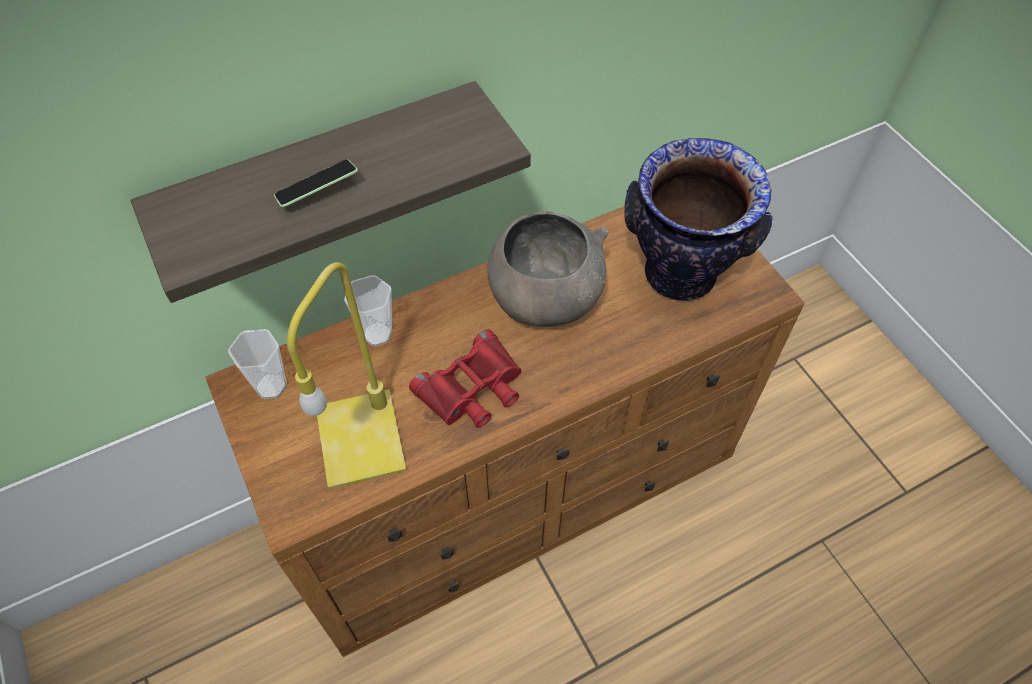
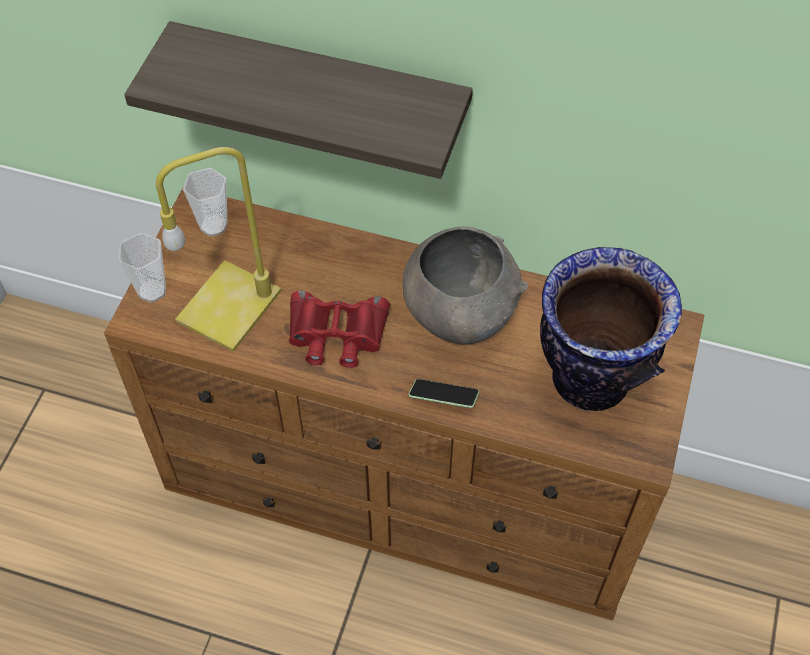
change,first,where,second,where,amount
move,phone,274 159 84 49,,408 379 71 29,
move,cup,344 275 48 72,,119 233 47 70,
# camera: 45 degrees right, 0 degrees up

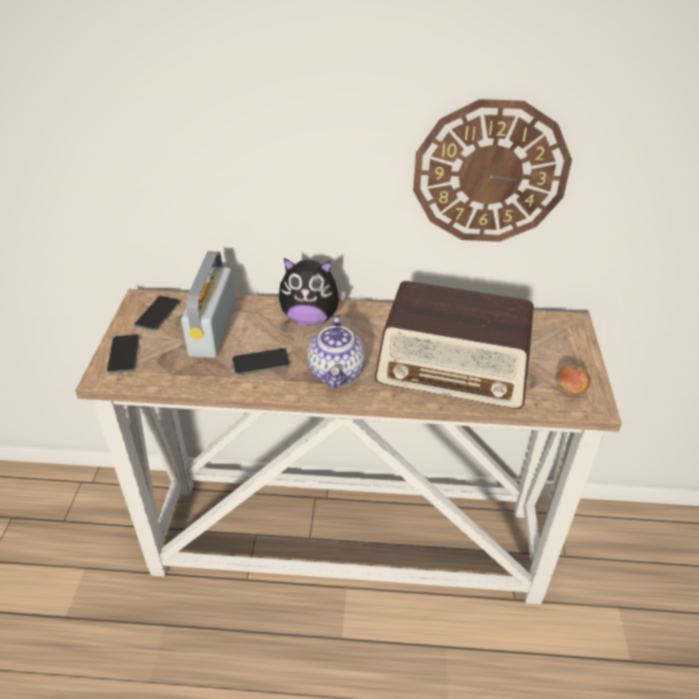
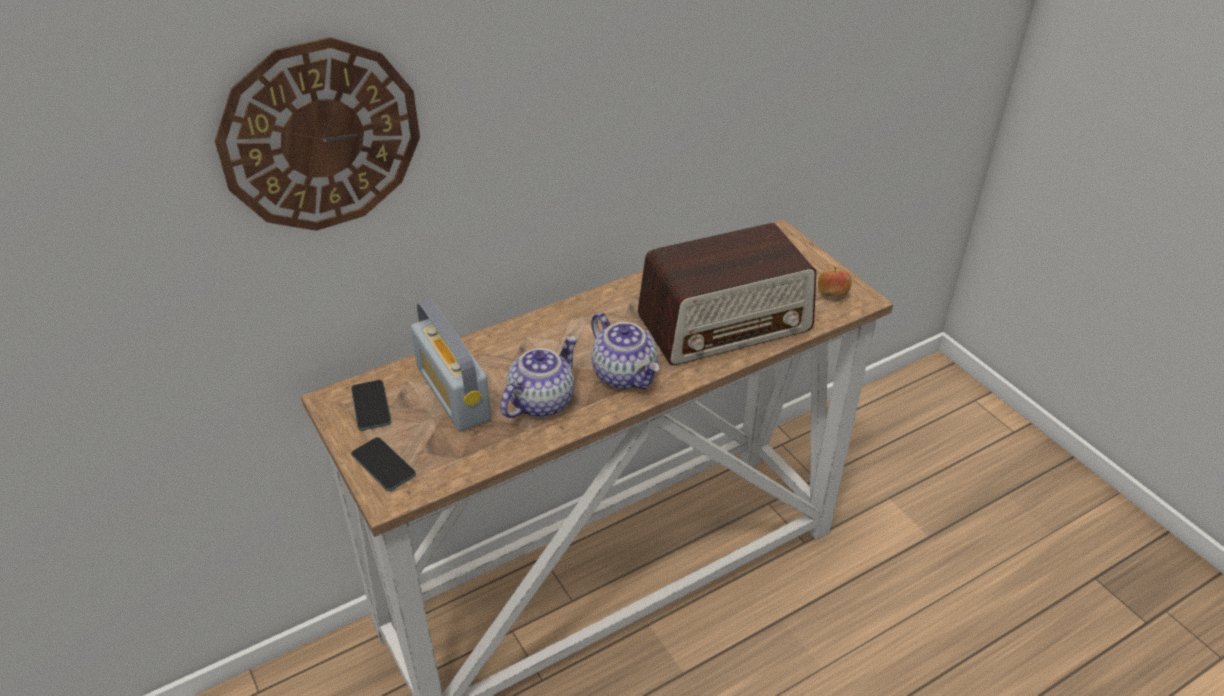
change,first,where,second,where,amount
move,wall clock,413 99 159 143,,215 37 205 194,
delete,plush toy,279 258 67 68,,,
replace,phone,232 348 58 27,teapot,500 336 77 82,
# camera: 35 degrees left, 0 degrees up

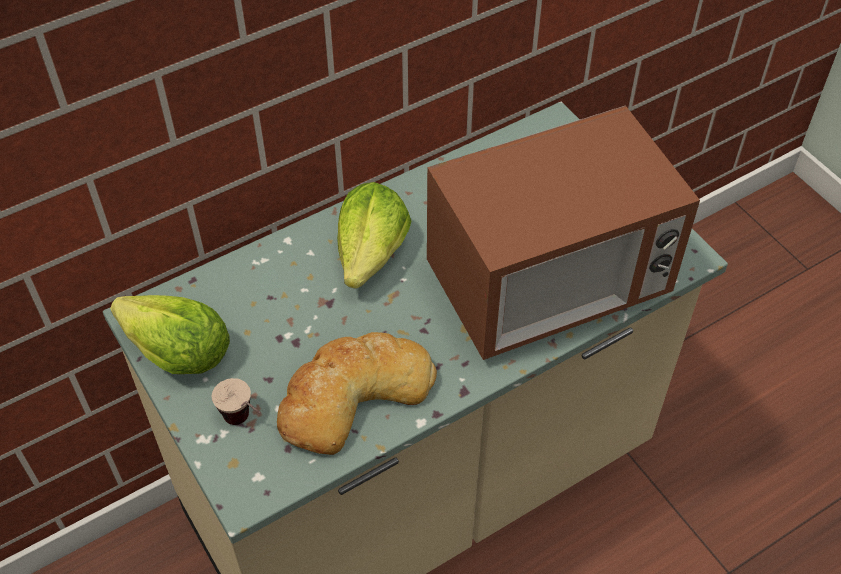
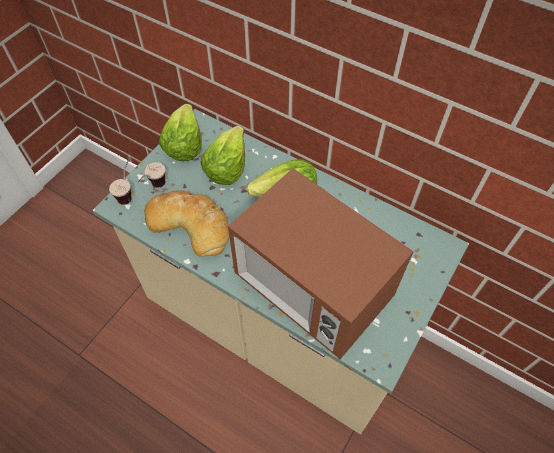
change,first,where,second,where,amount
insert,,,lettuce,200 126 45 59,
insert,,,cup,109 158 23 47,
# camera: 65 degrees right, 5 degrees up

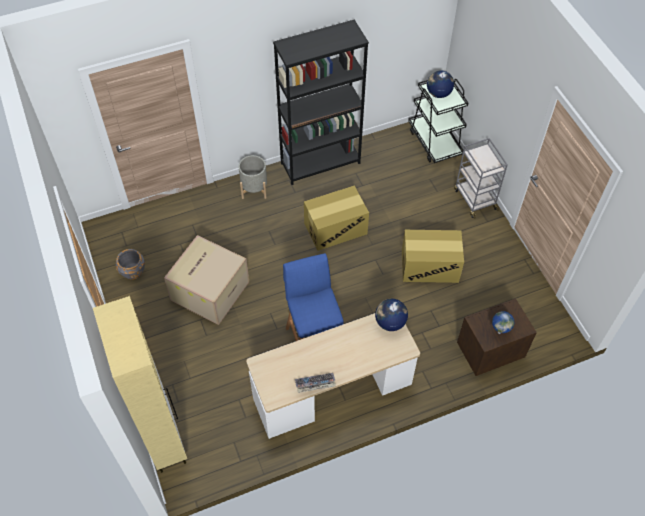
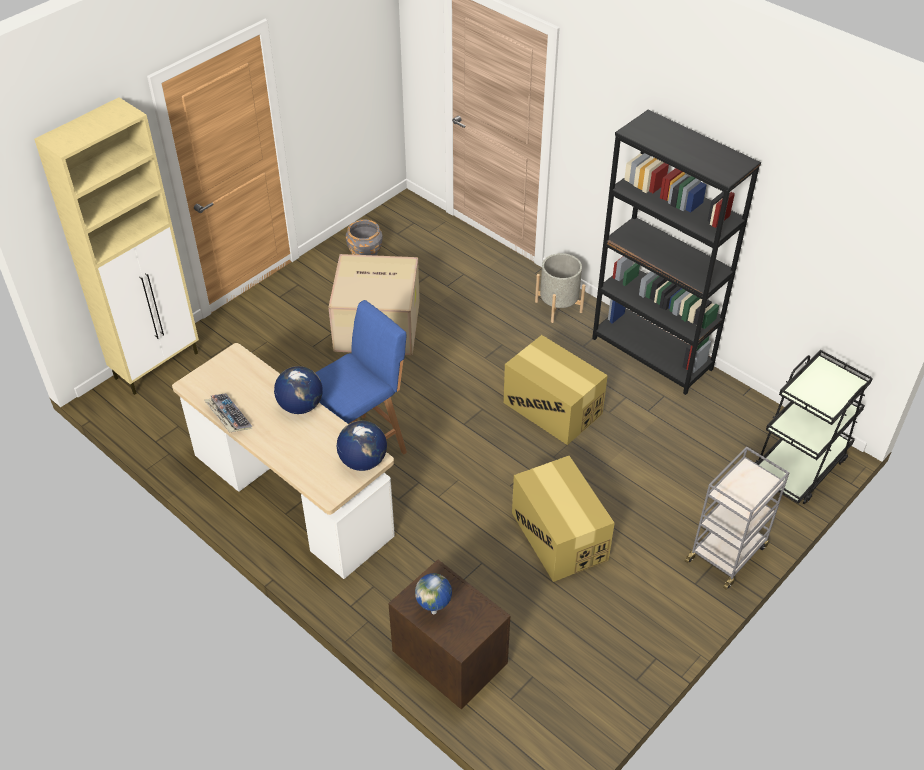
change,first,where,second,where,amount
move,globe,427 70 27 28,,274 366 49 48,
# camera: 65 degrees right, 10 degrees down

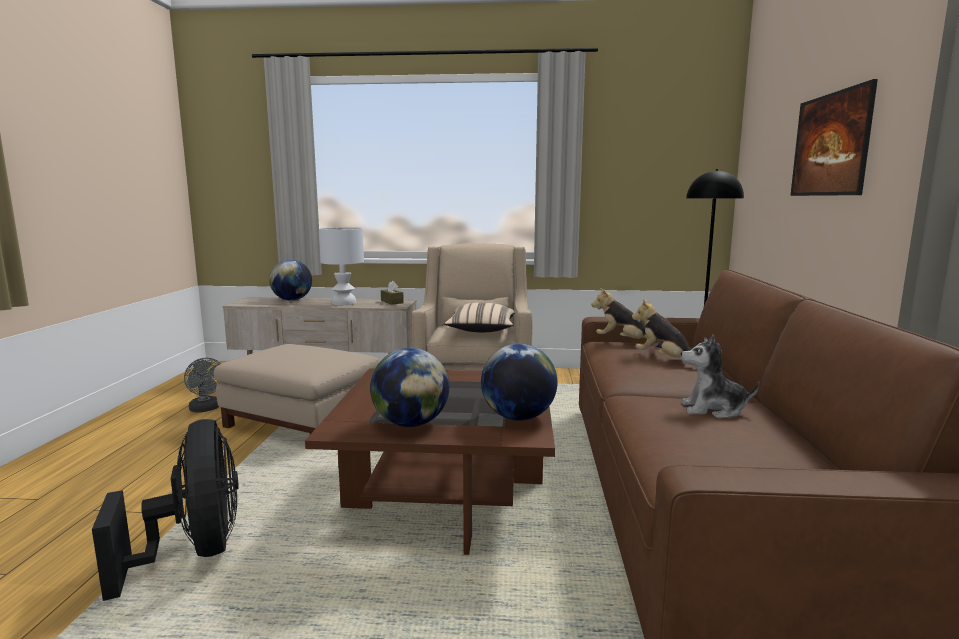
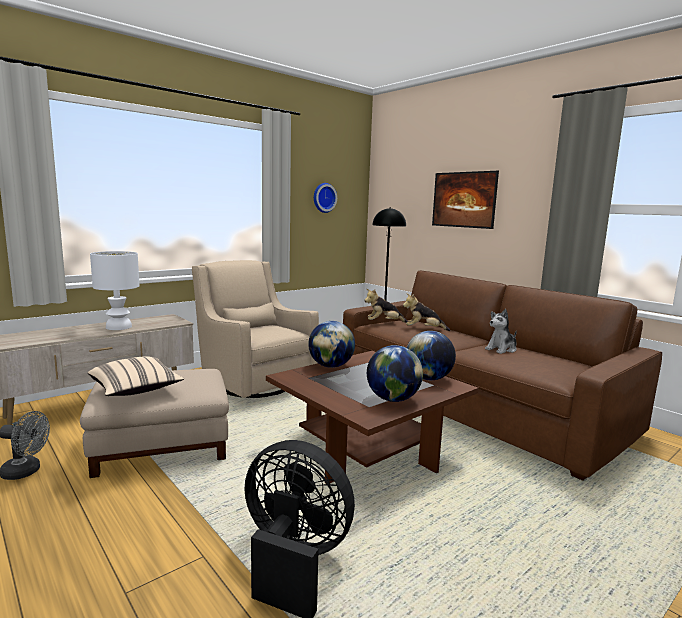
change,first,where,second,where,amount
move,globe,269 260 43 41,,308 321 47 47,
delete,brown tissue box,381 281 23 24,,,
move,beige pillow,444 303 71 29,,88 357 96 39,
insert,,,wall clock,314 183 23 30,
# camera: 45 degrees left, 0 degrees up

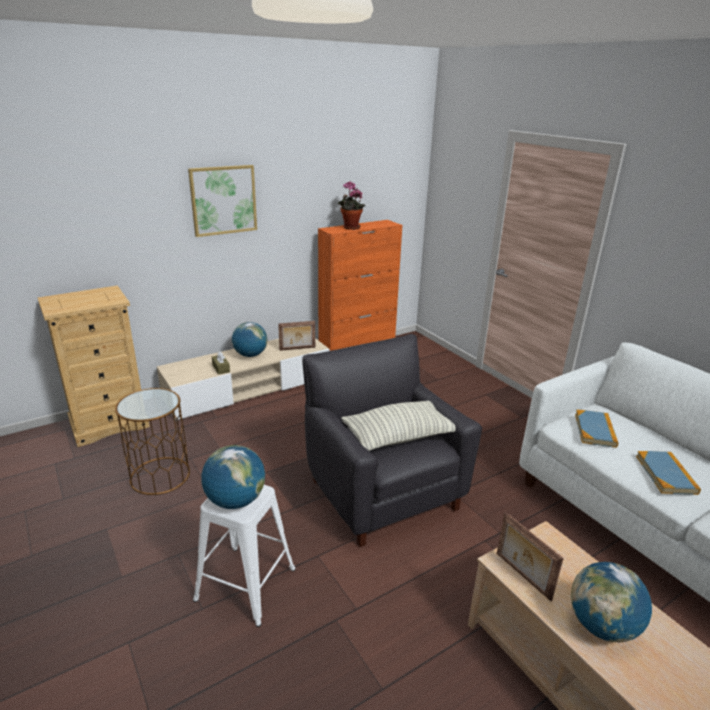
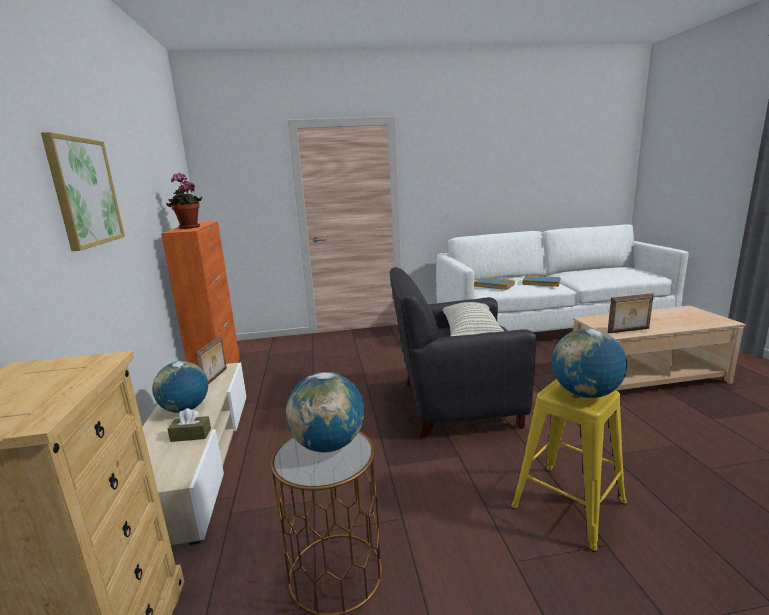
change,first,where,second,where,amount
recolor,white stool,193 485 103 142,yellow stool,511 379 116 173,
move,globe,571 562 81 80,,286 372 78 80,
# camera: 65 degrees left, 10 degrees down

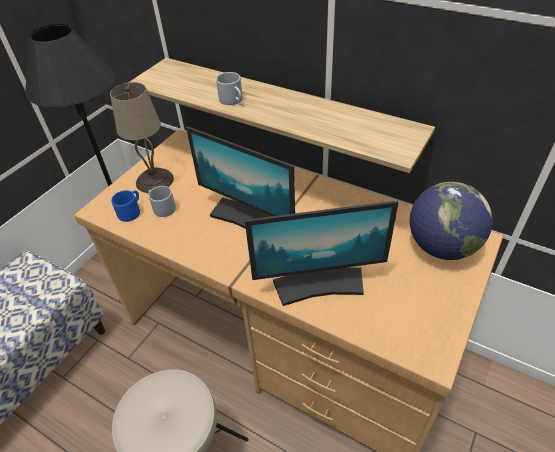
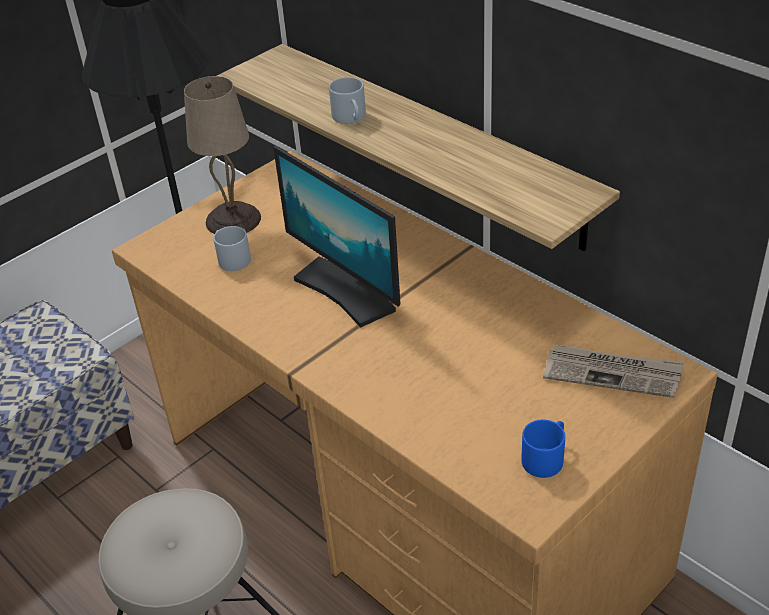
change,first,where,second,where,amount
replace,globe,410 182 83 78,newspaper,543 344 141 54,
move,blue mug,111 190 29 32,,521 420 44 58,
delete,monitor,245 201 154 105,,,
# camera: 15 degrees right, 5 degrees down

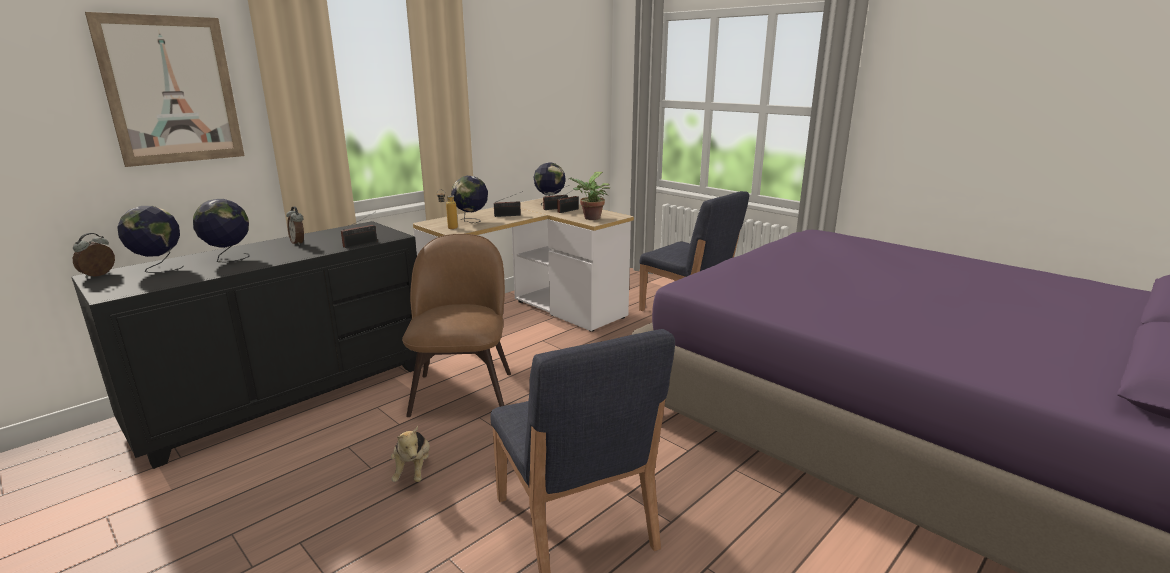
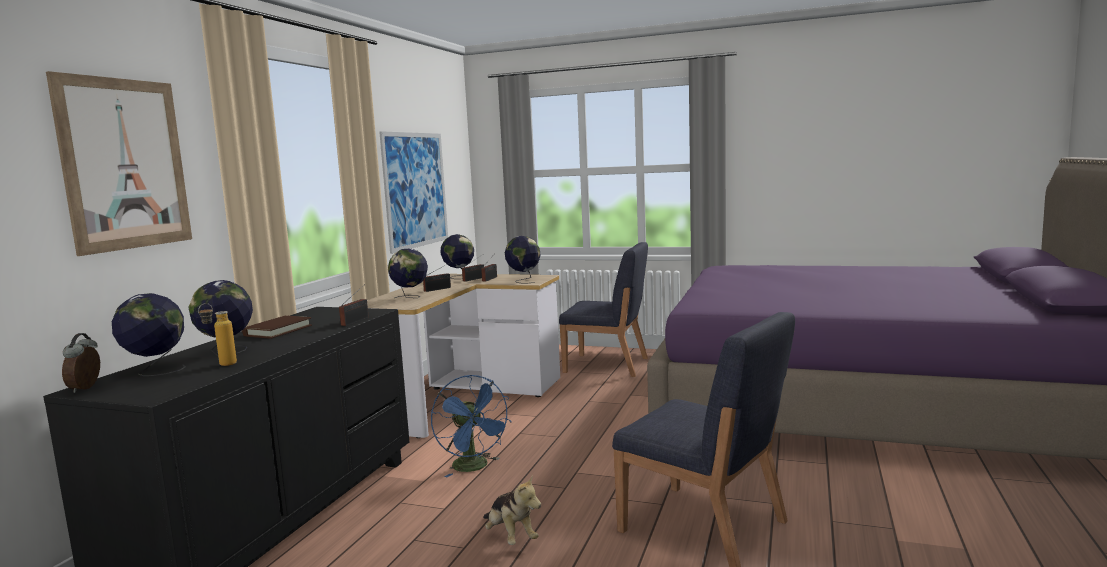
change,first,where,second,where,amount
replace,potted plant,569 172 41 48,globe,505 236 36 48,
move,bottle,437 190 21 39,,198 303 39 63,
replace,alarm clock,286 206 18 39,brown book,242 316 70 23,
replace,brown chair,402 234 109 183,blue fan,431 375 81 102,
insert,,,picture,379 131 69 123,
# camera: 25 degrees left, 10 degrees down

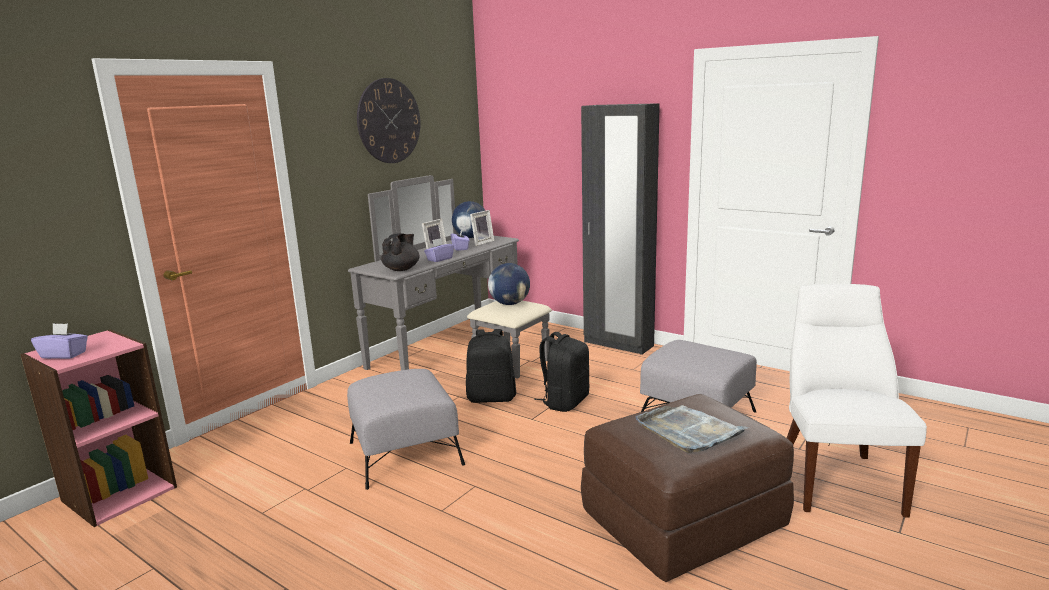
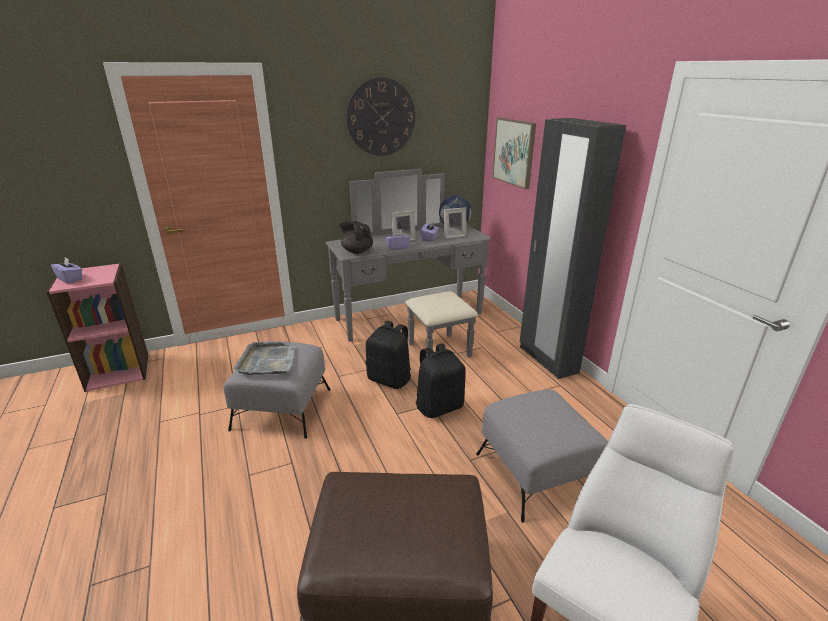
change,first,where,second,where,amount
rotate,black teapot,381 233 39 38,,339 220 34 34,105 degrees counterclockwise
delete,globe,488 263 42 42,,,
move,grey tray,636 405 112 48,,234 342 61 33,
insert,,,picture,492 118 44 72,
# camera: 30 degrees right, 10 degrees up

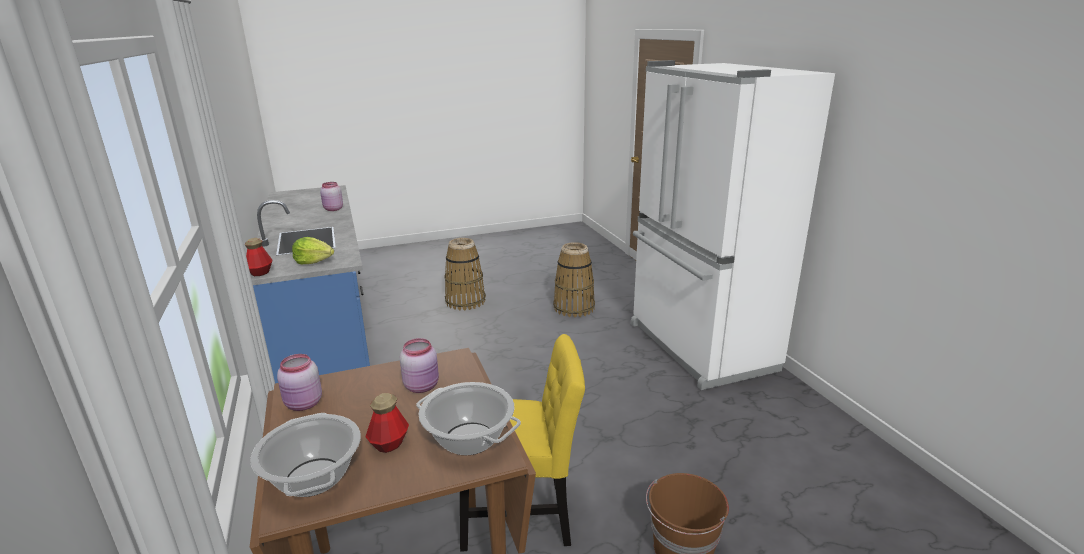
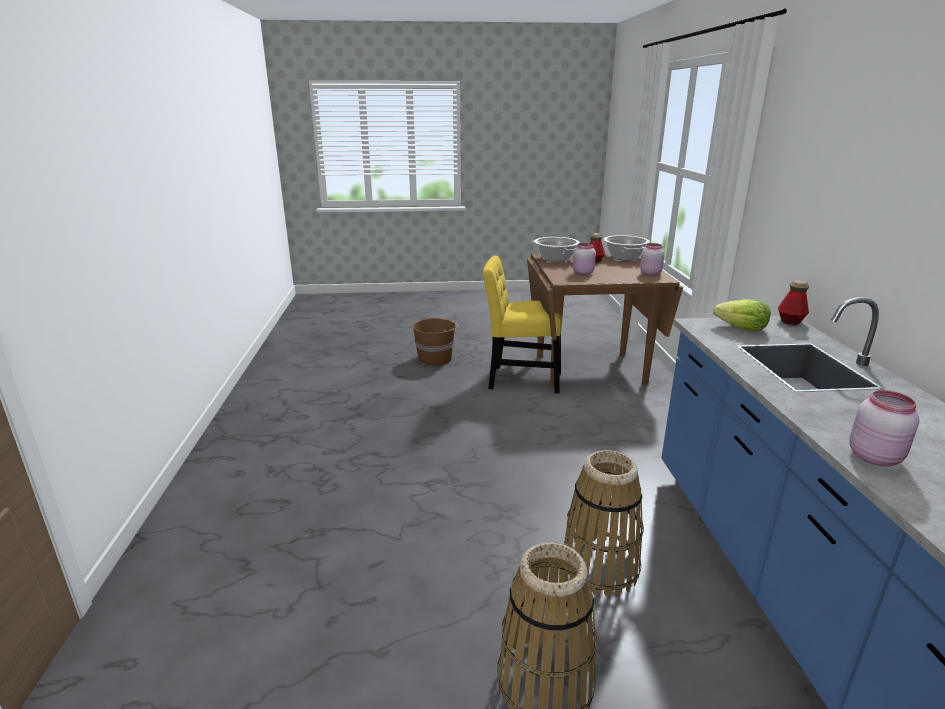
change,first,where,second,where,amount
delete,white fridge,631 60 204 330,,,
move,basket,553 242 42 76,,564 450 80 147,
# camera: 165 degrees left, 0 degrees up

